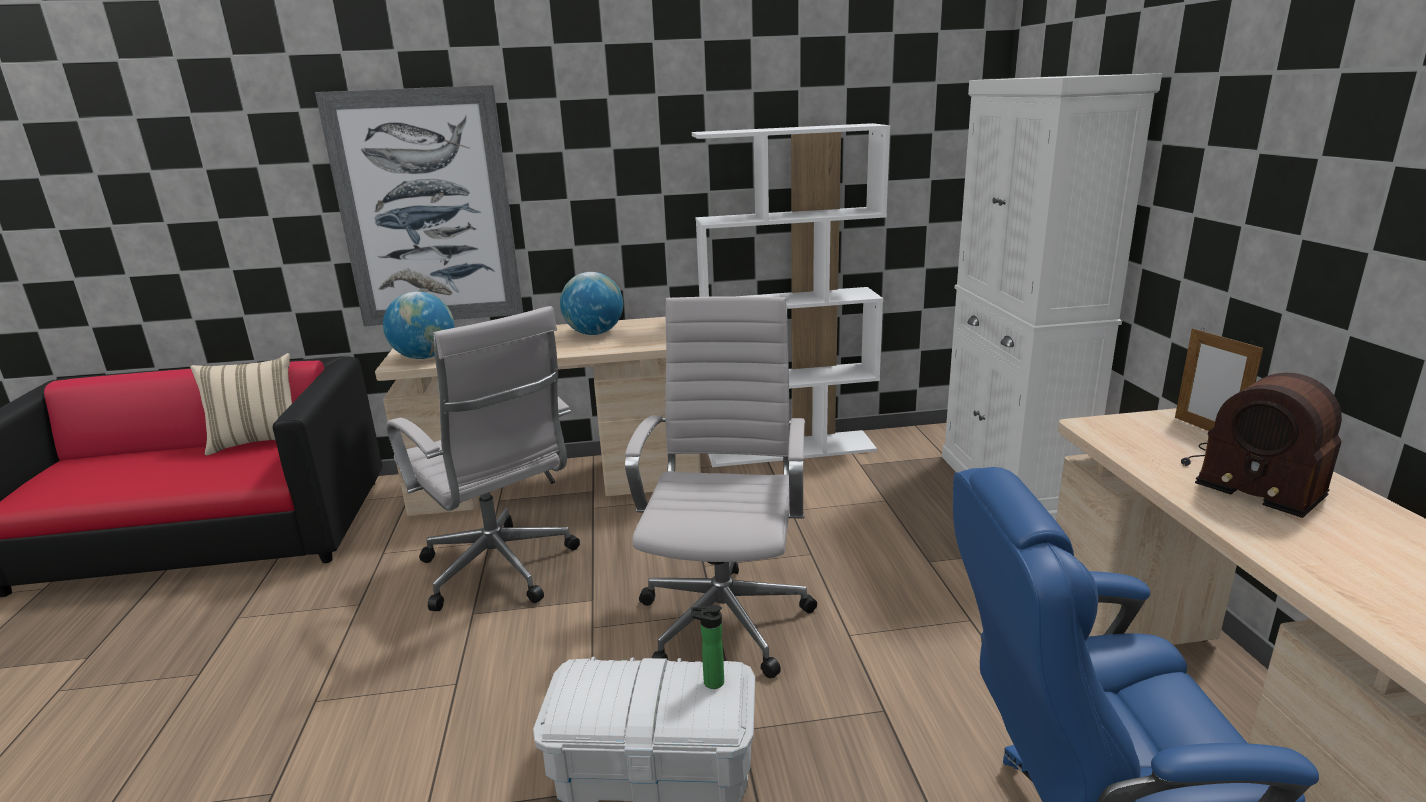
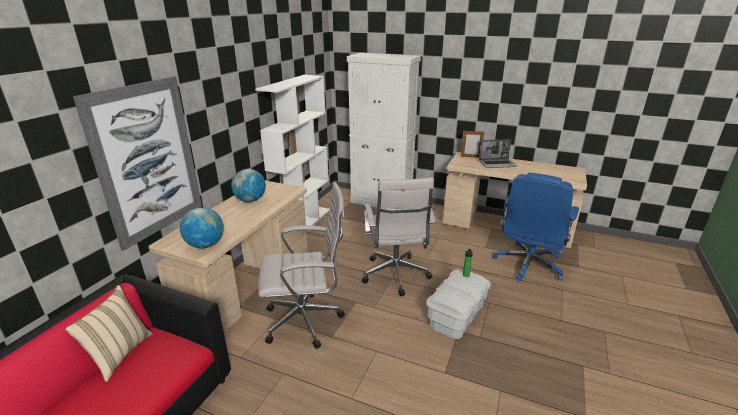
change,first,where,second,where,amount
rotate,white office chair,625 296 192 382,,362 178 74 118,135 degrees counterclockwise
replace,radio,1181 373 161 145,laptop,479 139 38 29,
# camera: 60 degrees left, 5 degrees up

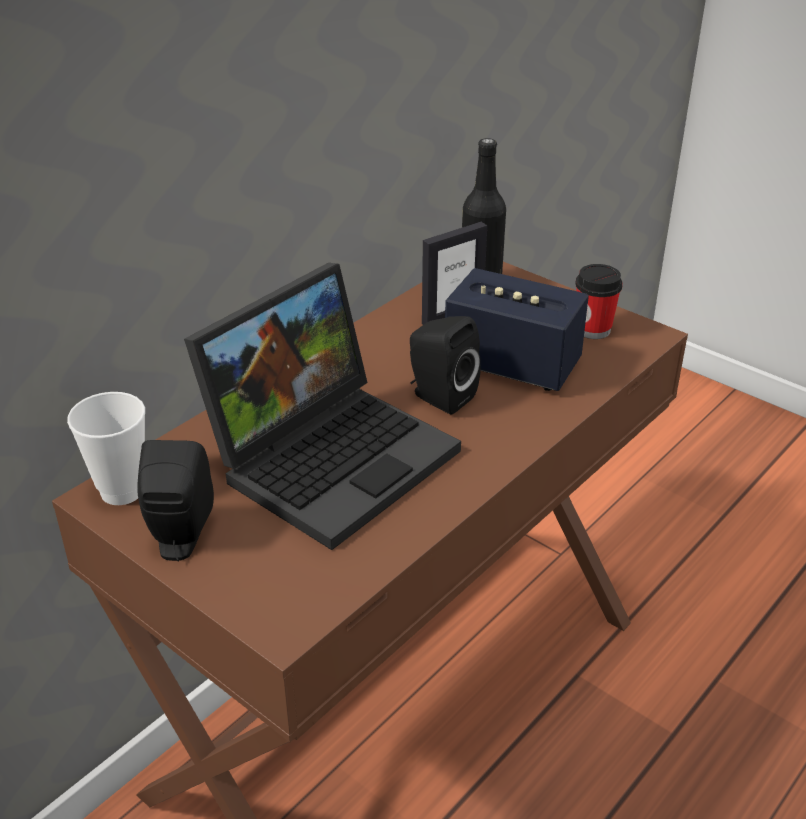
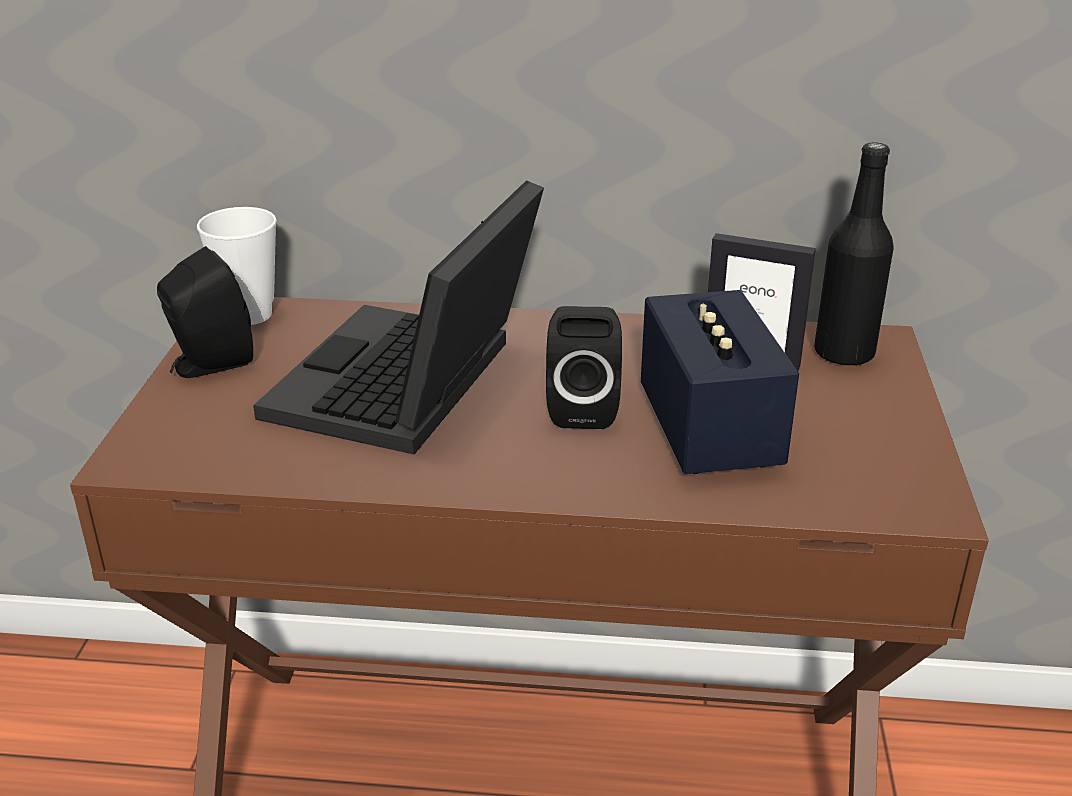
change,first,where,second,where,amount
rotate,laptop,184 263 277 287,,253 180 291 274,105 degrees clockwise
delete,cup,575 264 48 75,,,
# camera: 55 degrees right, 5 degrees down

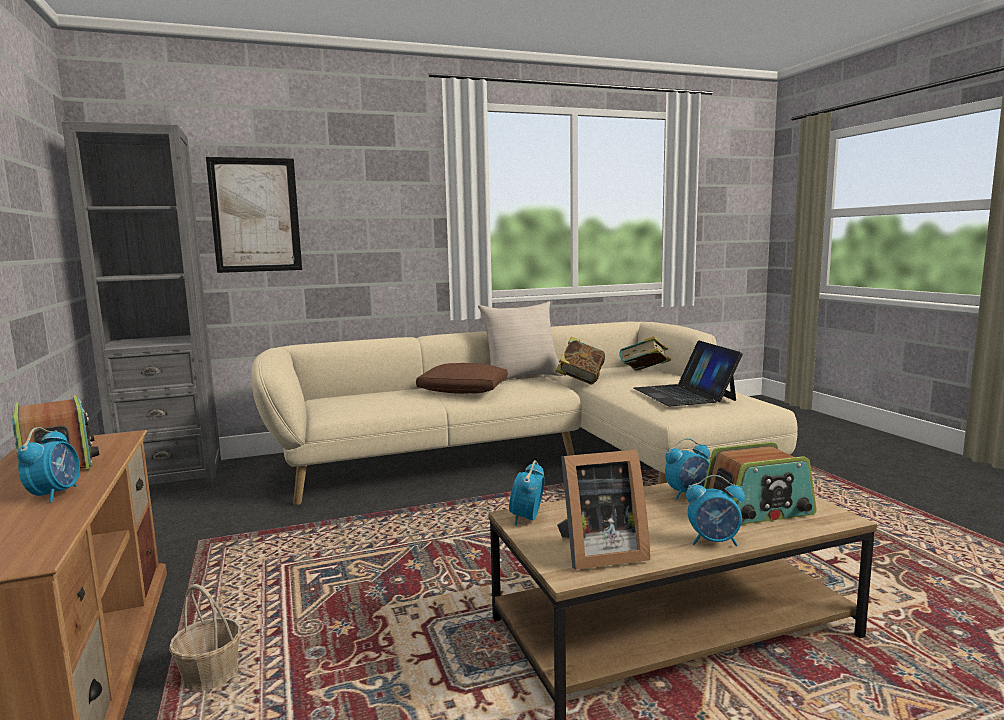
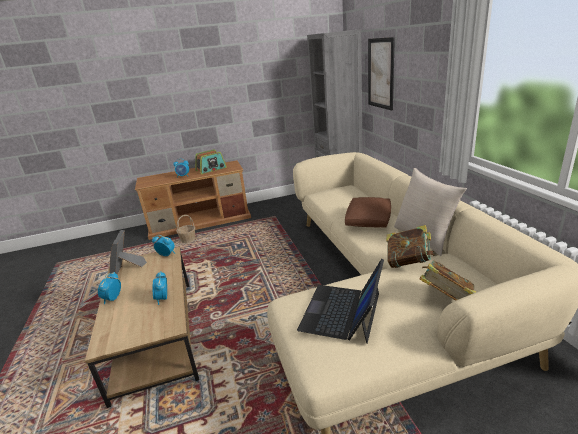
change,first,where,second,where,amount
rotate,laptop,634 340 109 66,,297 259 87 85,60 degrees counterclockwise
delete,radio,704 442 113 83,,,
# camera: 95 degrees right, 15 degrees up

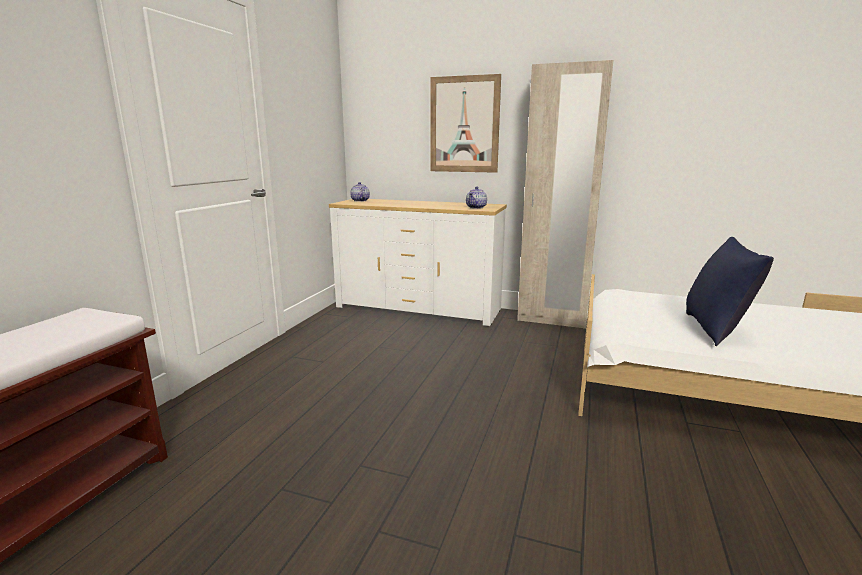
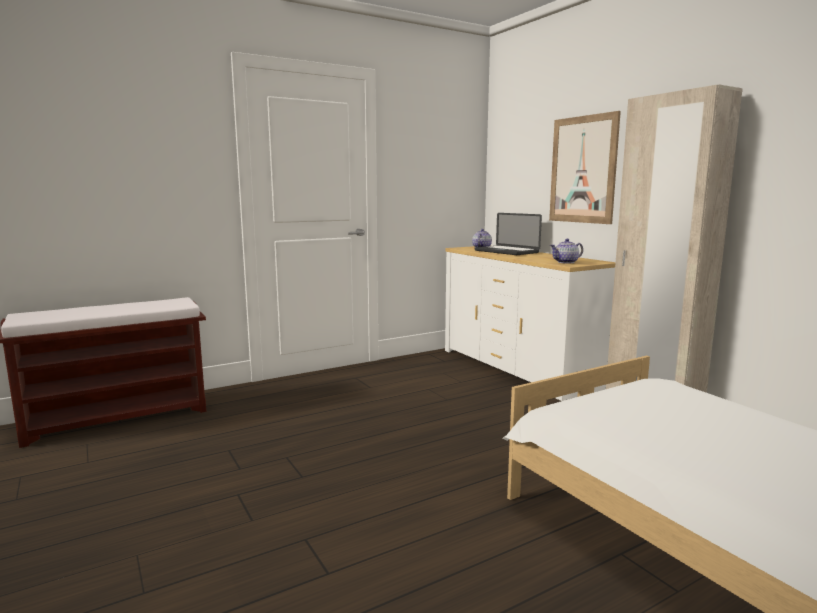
change,first,where,second,where,amount
delete,blue pillow,686 237 88 109,,,
insert,,,laptop,475 213 67 42,
# camera: 40 degrees right, 5 degrees down

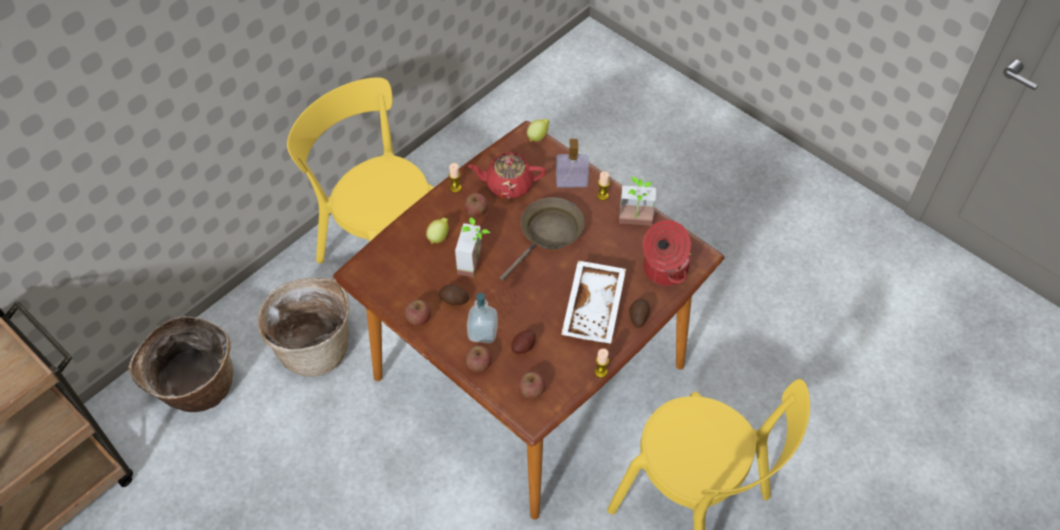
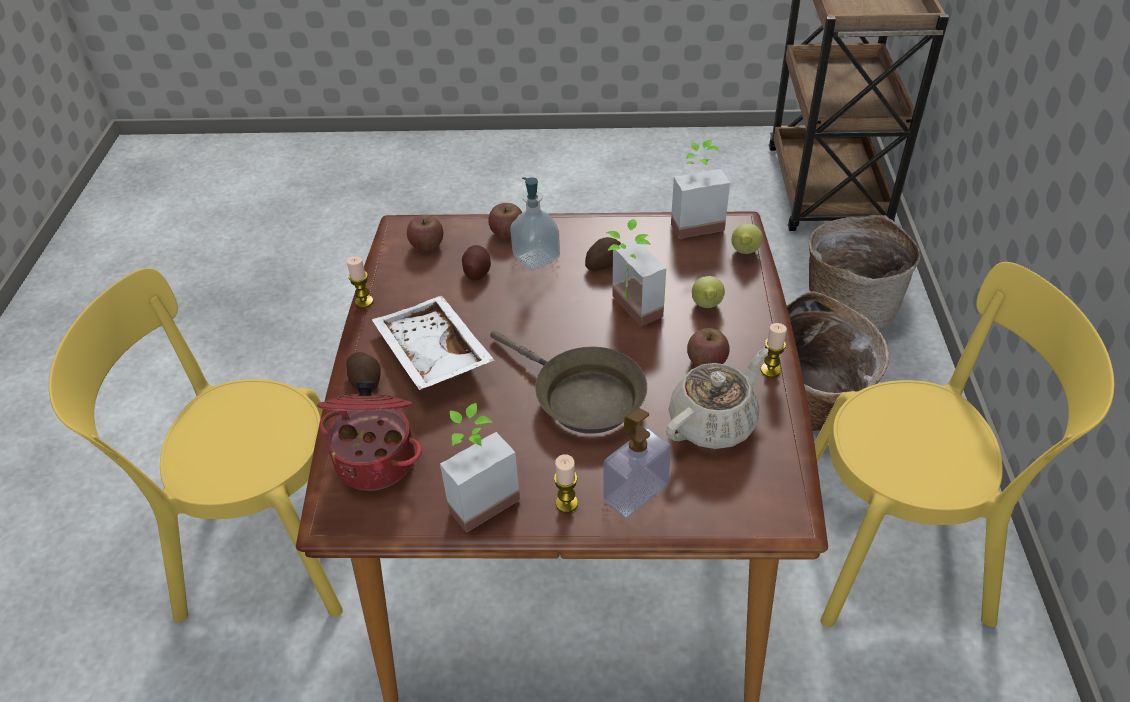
change,first,where,second,where,amount
move,lemon,527 119 22 22,,731 224 32 30,
recolor,red teapot,468 152 78 46,beige teapot,666 348 103 101,
rotate,brown frying pan,499 197 86 84,,490 331 157 103,45 degrees counterclockwise
delete,apple,405 300 26 26,,,
insert,,,potted plant,671 140 59 99,
# camera: 140 degrees right, 10 degrees down

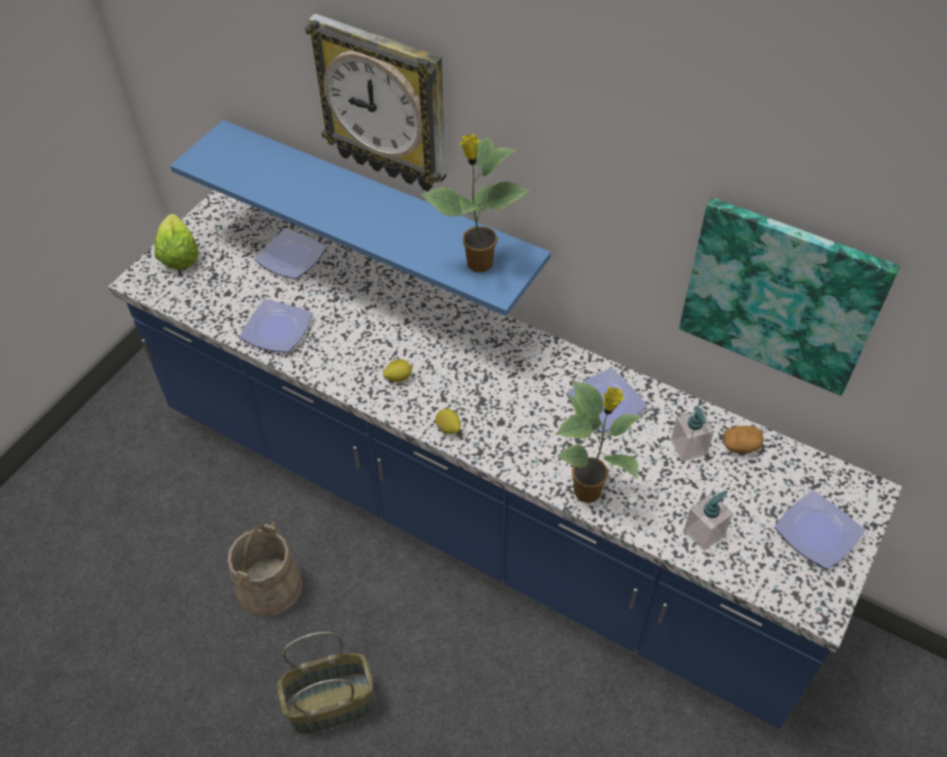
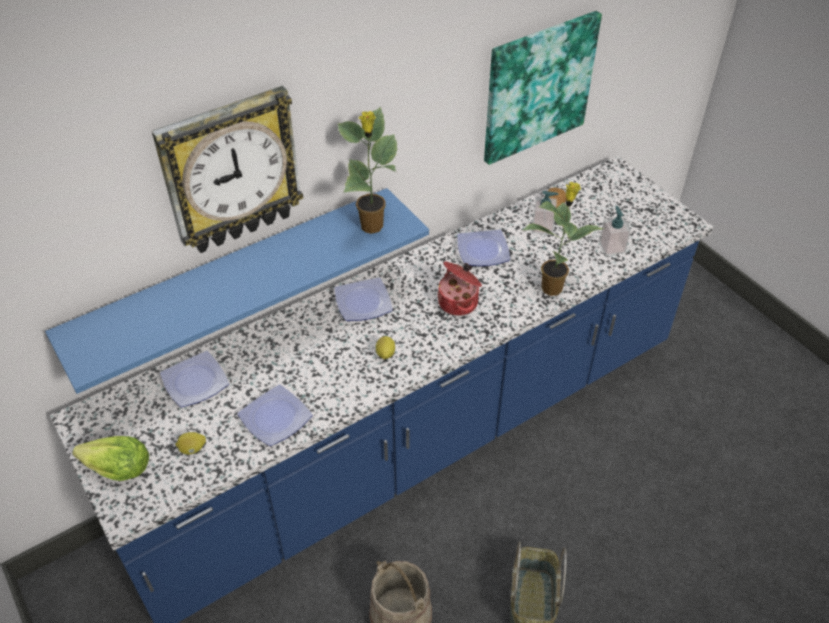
change,first,where,second,where,amount
move,lemon,435 409 26 25,,175 432 31 23,
move,plate,775 490 90 79,,334 278 59 43,
insert,,,cooking pot,437 261 45 55,
# camera: 65 degrees left, 5 degrees down

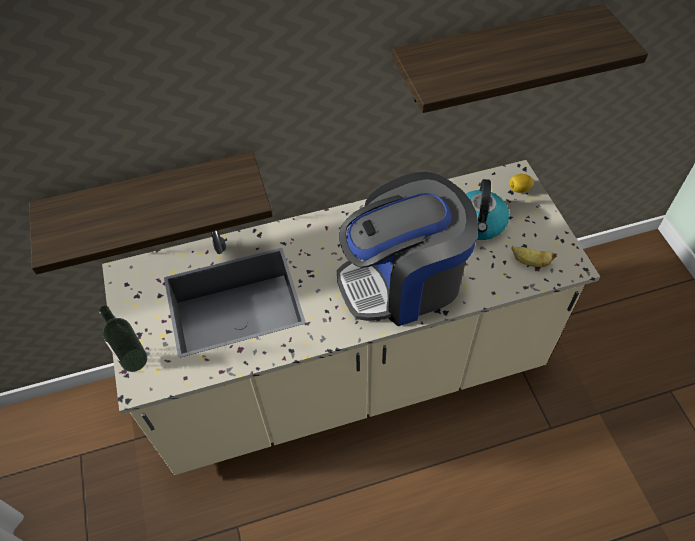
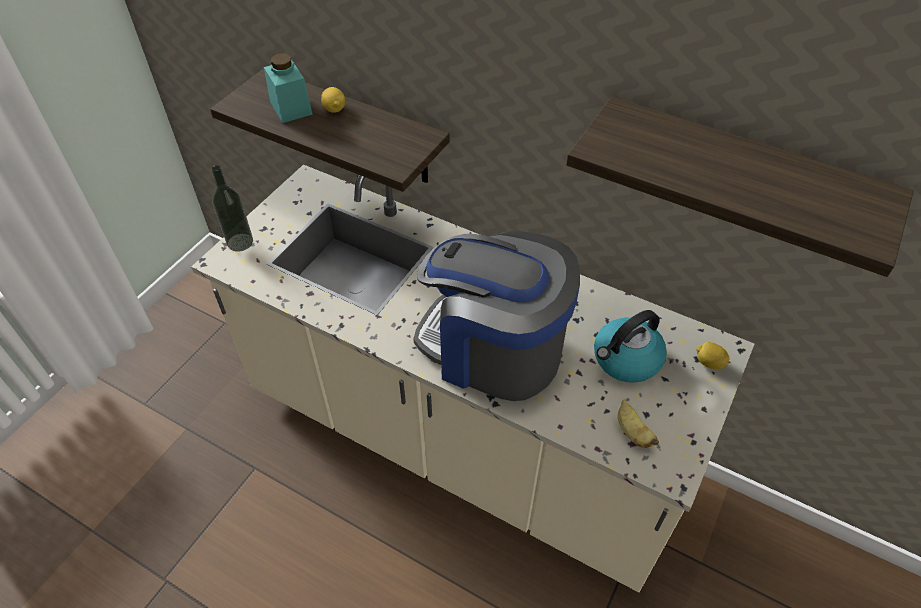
change,first,where,second,where,amount
insert,,,turquoise jar,264 53 49 70,
insert,,,lemon,321 87 24 25,
# camera: 45 degrees right, 5 degrees down

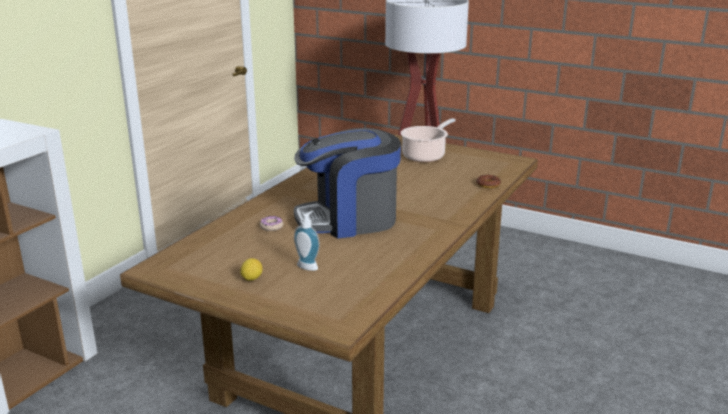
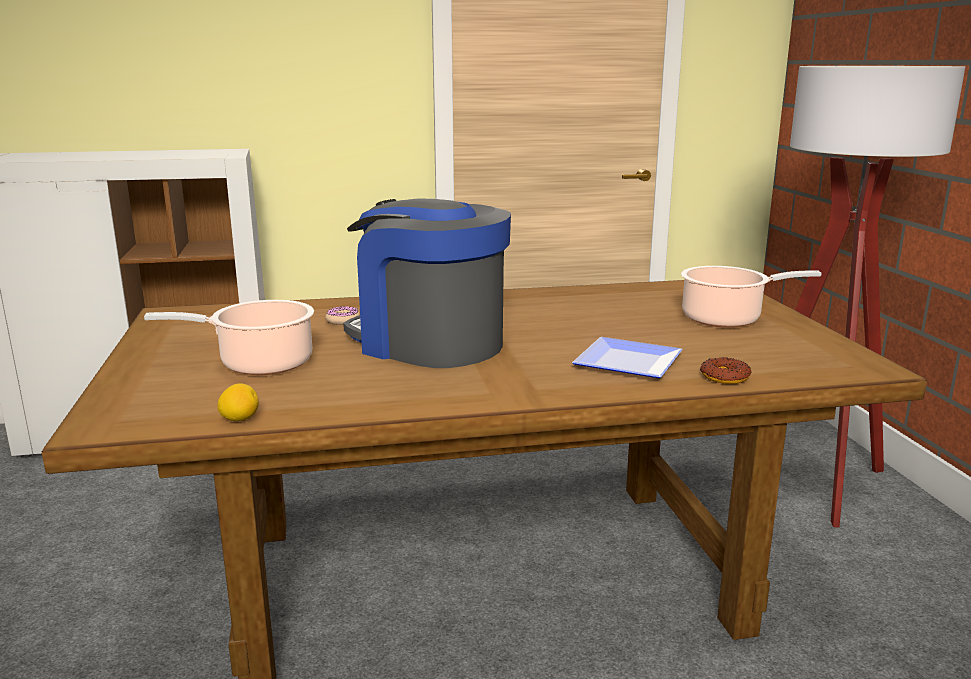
change,first,where,second,where,amount
replace,soap dispenser,294 211 26 60,cooking pot,144 300 170 75,
move,lemon,240 258 23 23,,217 384 42 37,
insert,,,plate,572 337 111 41,
# camera: 50 degrees right, 5 degrees down

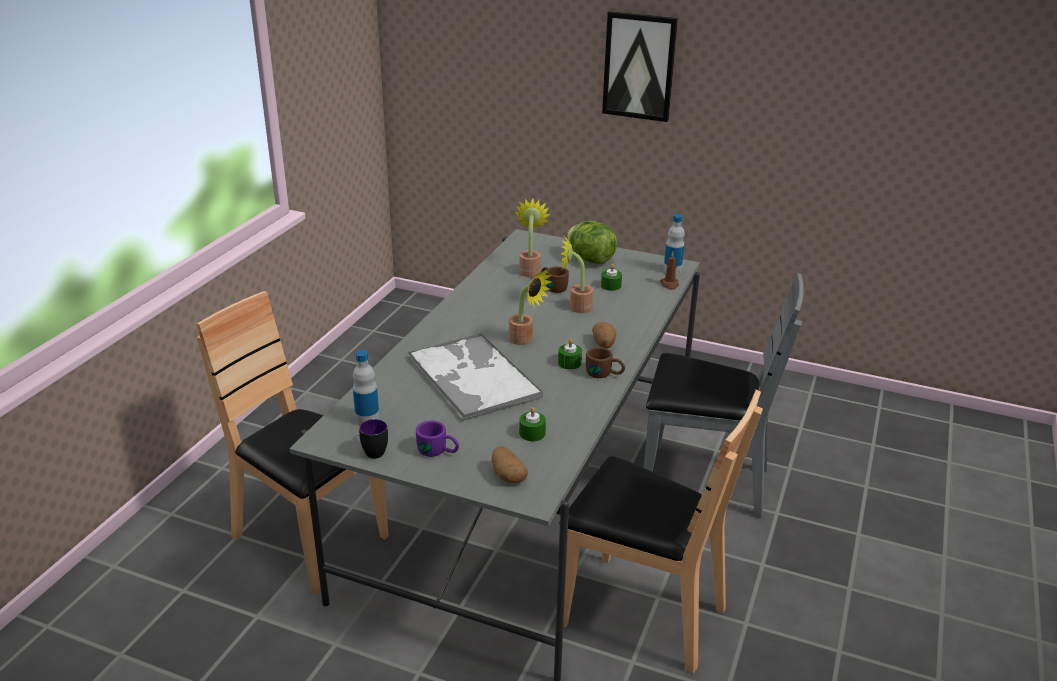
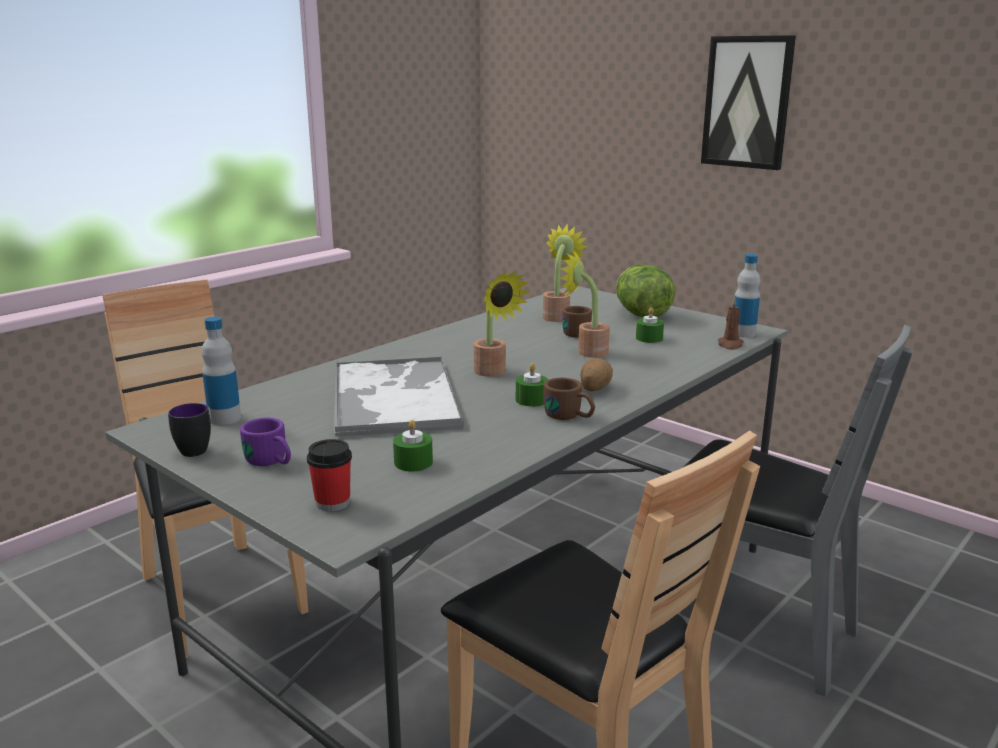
change,first,where,second,where,amount
replace,potato,492 446 36 37,cup,307 439 45 72,
# camera: 20 degrees right, 10 degrees down

